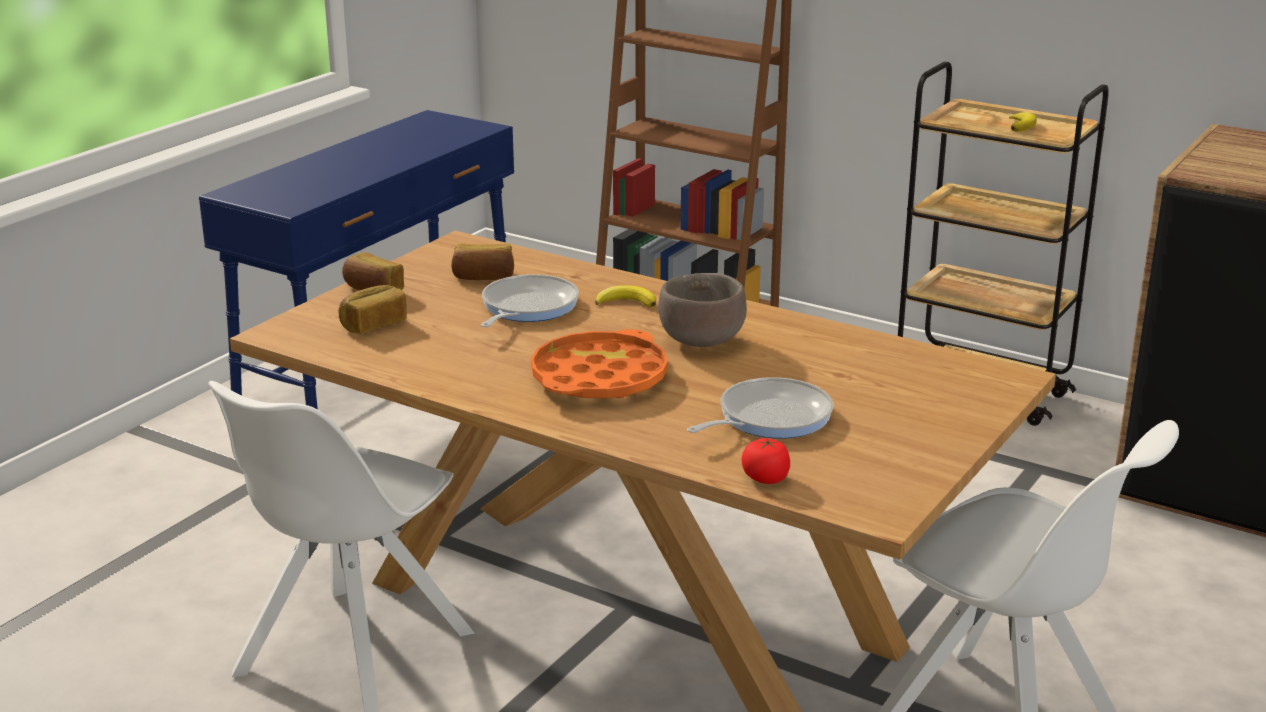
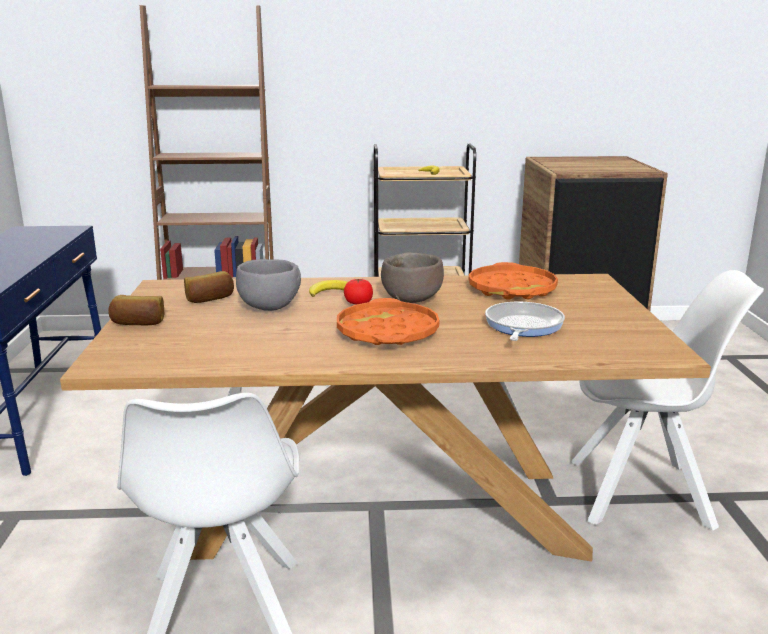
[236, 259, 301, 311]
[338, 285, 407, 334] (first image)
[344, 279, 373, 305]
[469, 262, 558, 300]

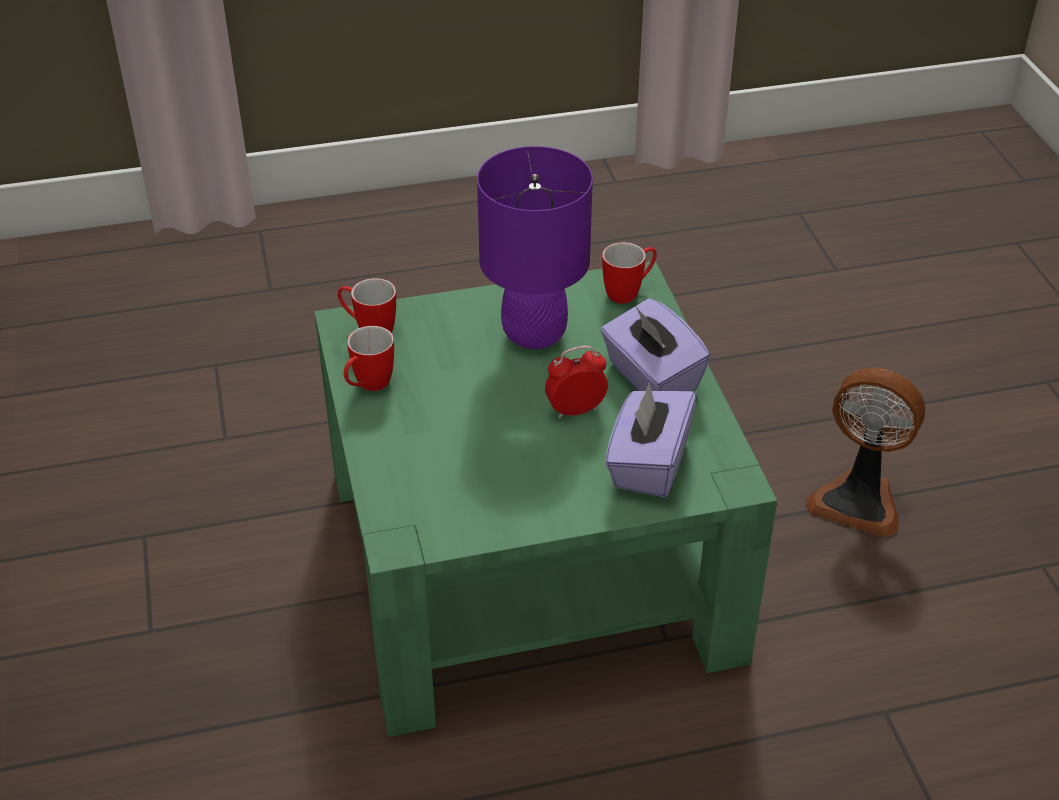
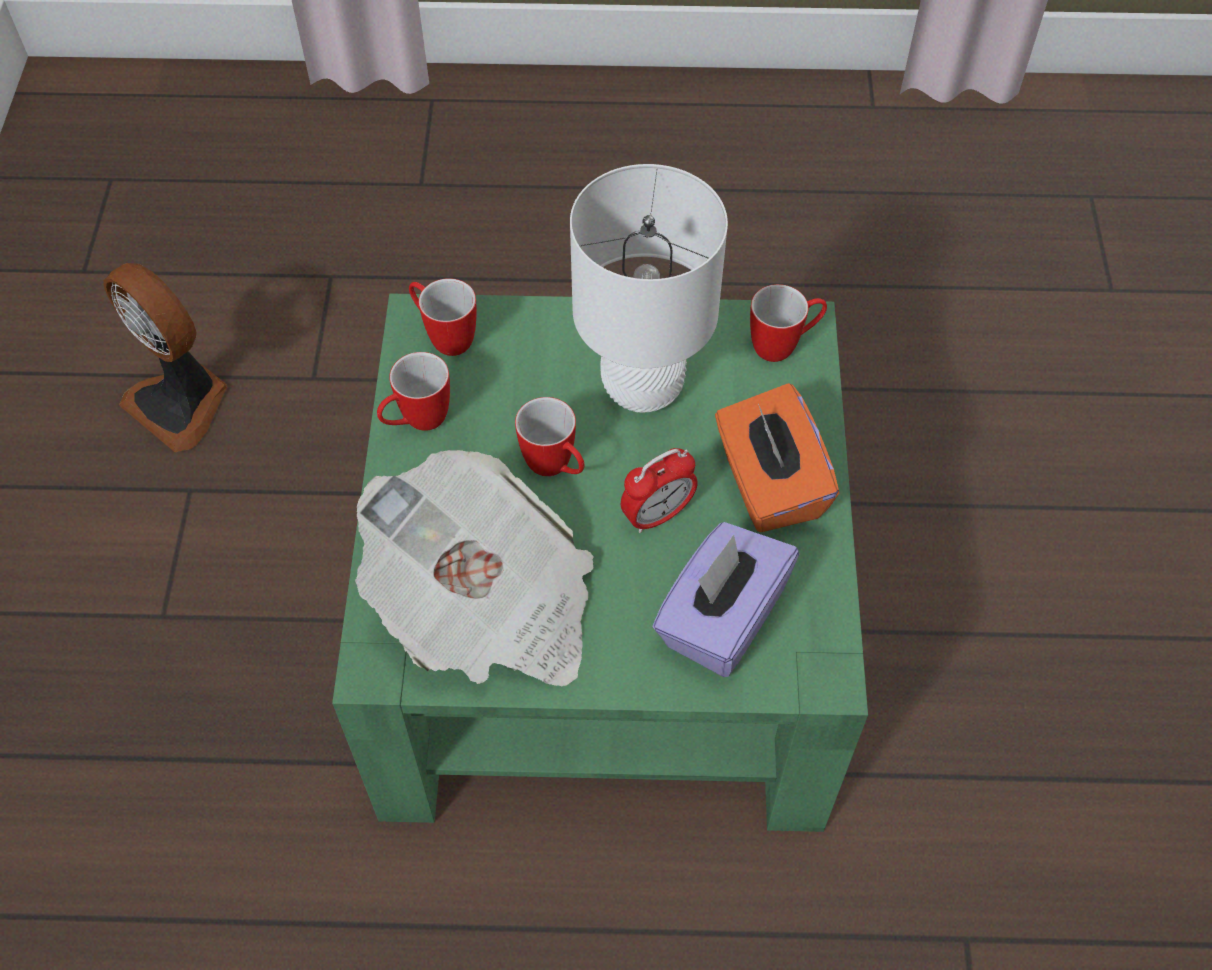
[570, 164, 728, 413]
[715, 383, 839, 532]
[621, 448, 698, 533]
[103, 263, 227, 452]
[515, 397, 585, 476]
[355, 450, 593, 687]

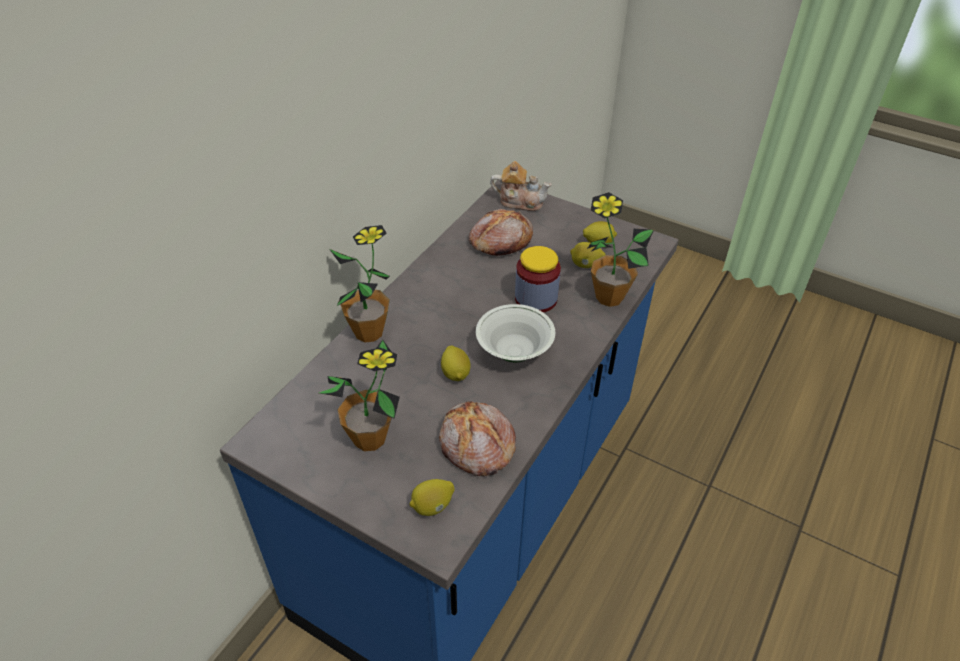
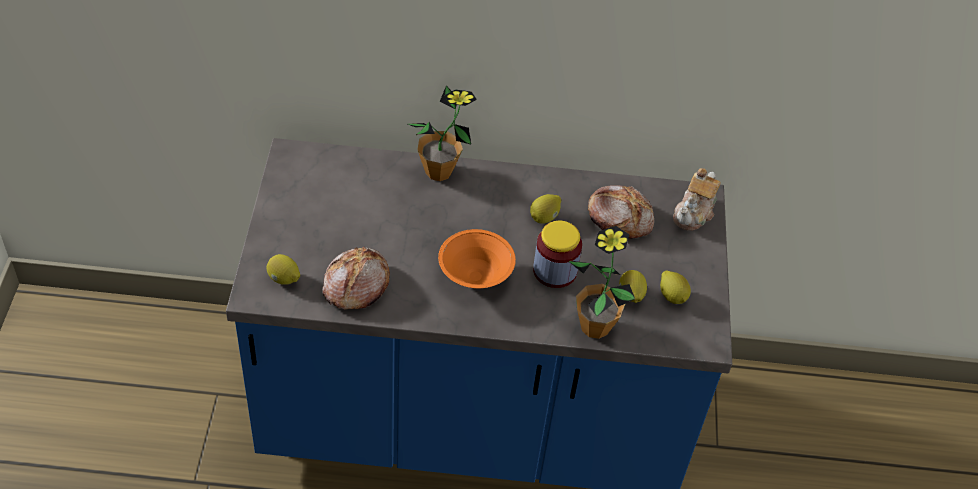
[673, 168, 721, 231]
[438, 229, 516, 288]
[319, 340, 400, 451] (first image)
[530, 194, 561, 224]

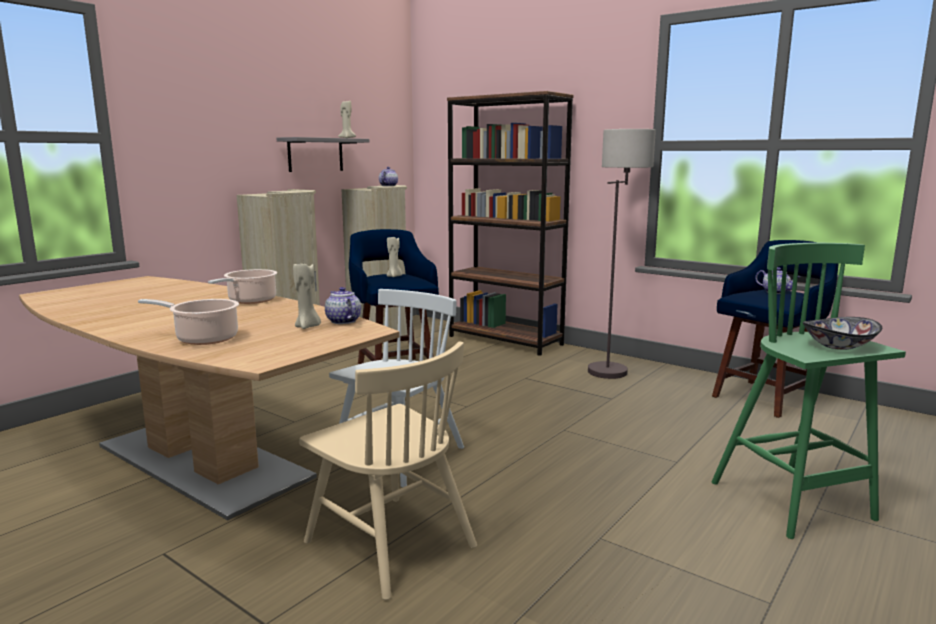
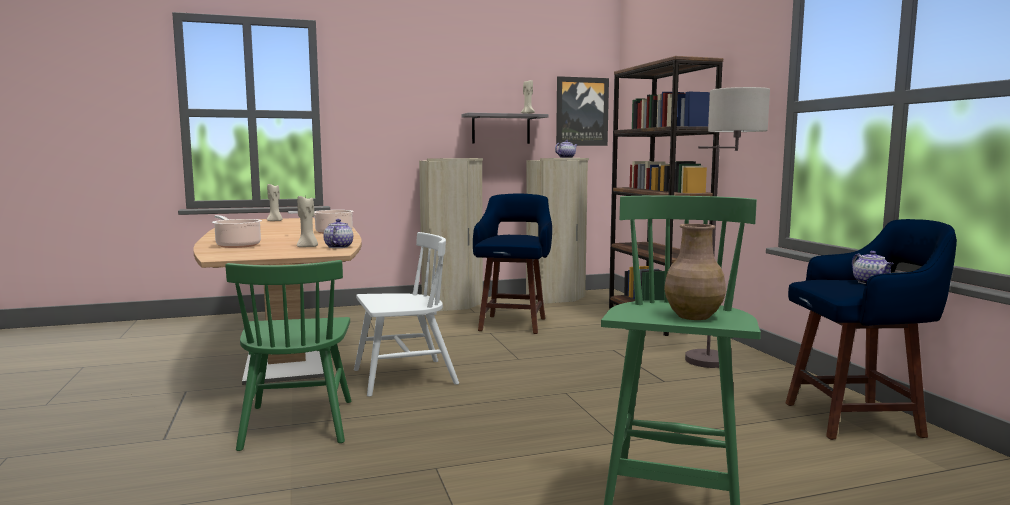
[267, 184, 283, 221]
[664, 224, 726, 320]
[225, 260, 351, 451]
[556, 76, 609, 146]

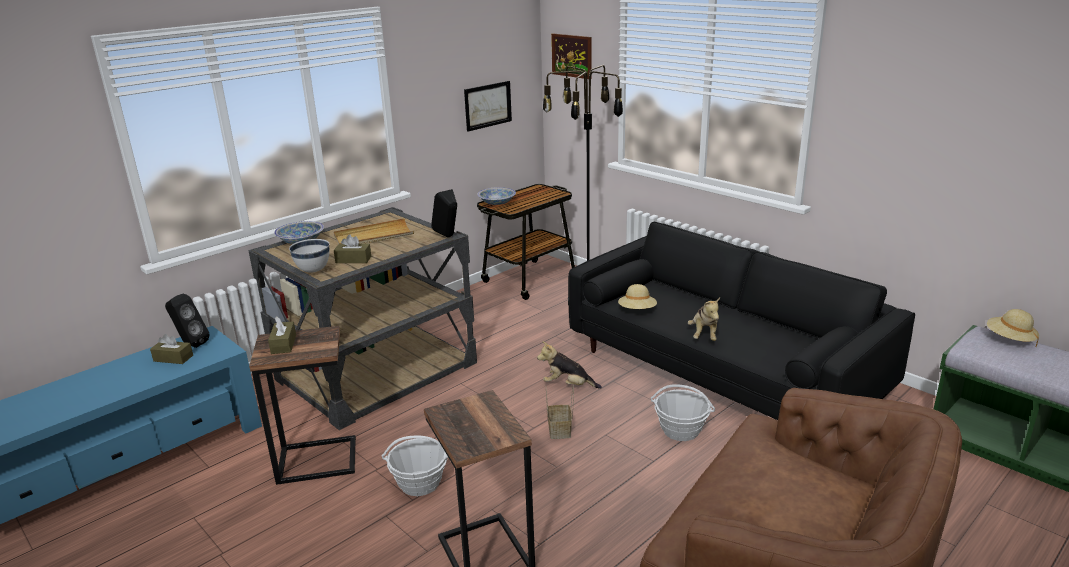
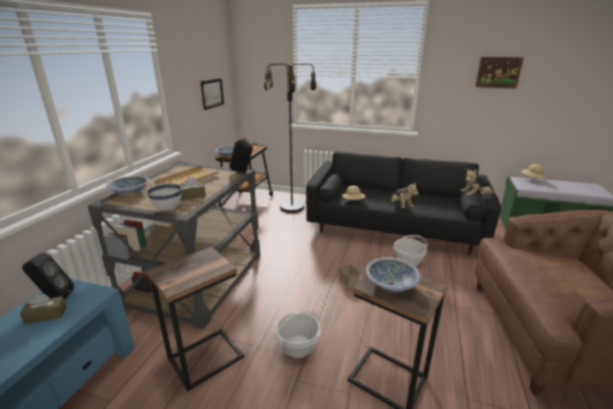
[475, 57, 524, 88]
[268, 317, 296, 354] (first image)
[461, 169, 494, 196]
[366, 257, 421, 292]

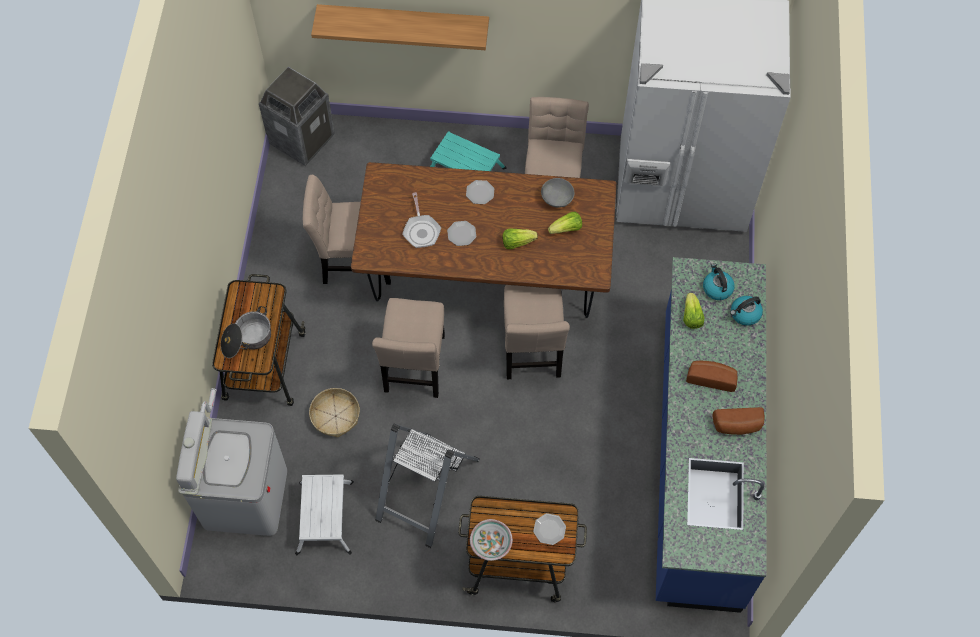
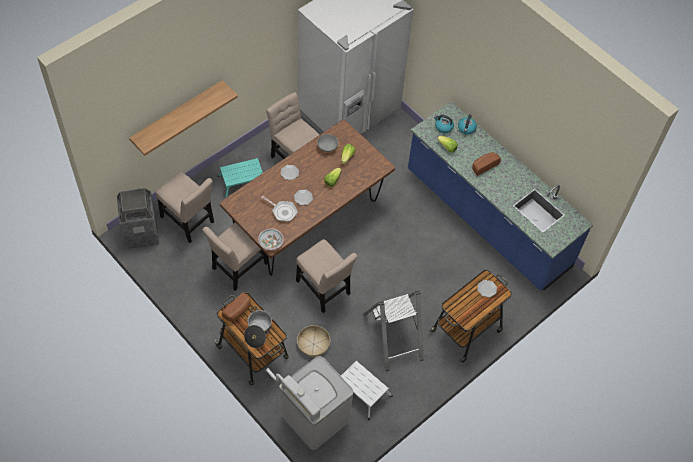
[156, 171, 214, 243]
[222, 292, 251, 322]
[258, 228, 284, 250]

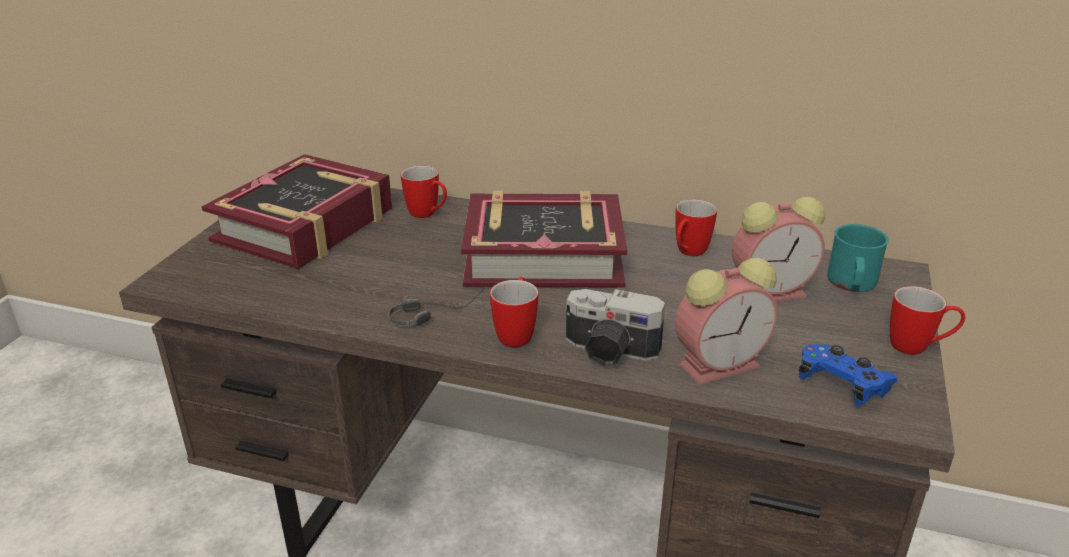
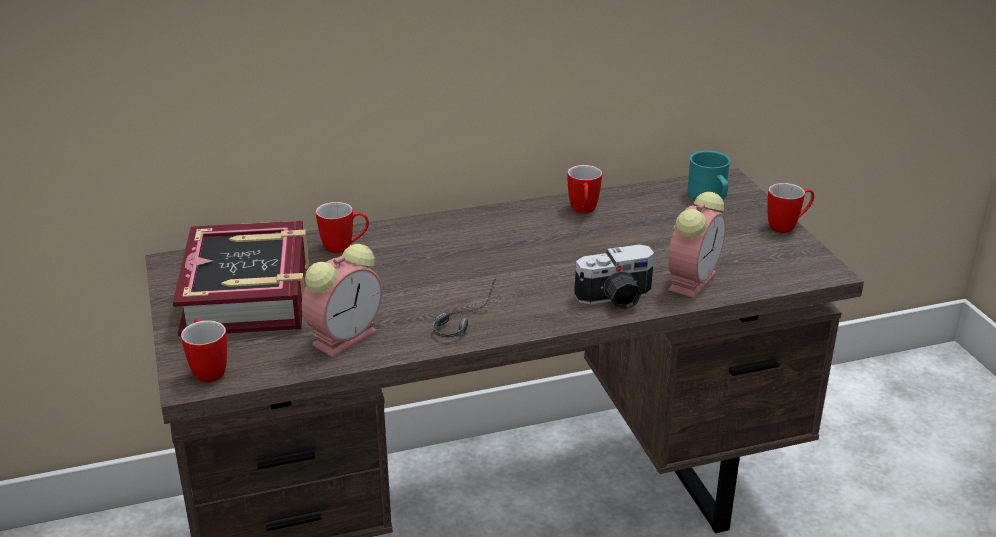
[461, 191, 627, 288] (first image)
[302, 244, 382, 357]
[181, 318, 227, 382]
[799, 344, 898, 407] (first image)

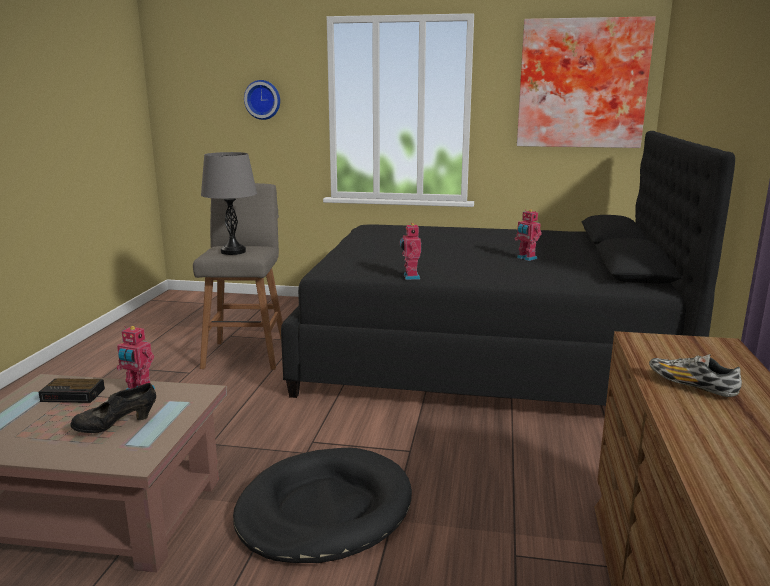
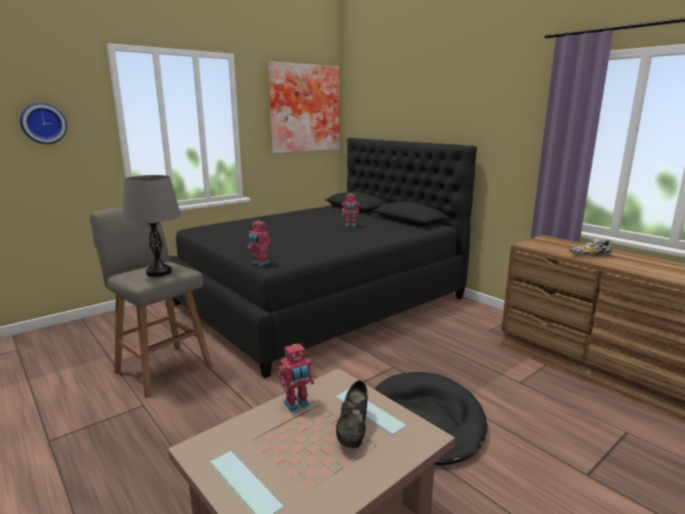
[248, 220, 270, 266]
[39, 378, 105, 403] (first image)

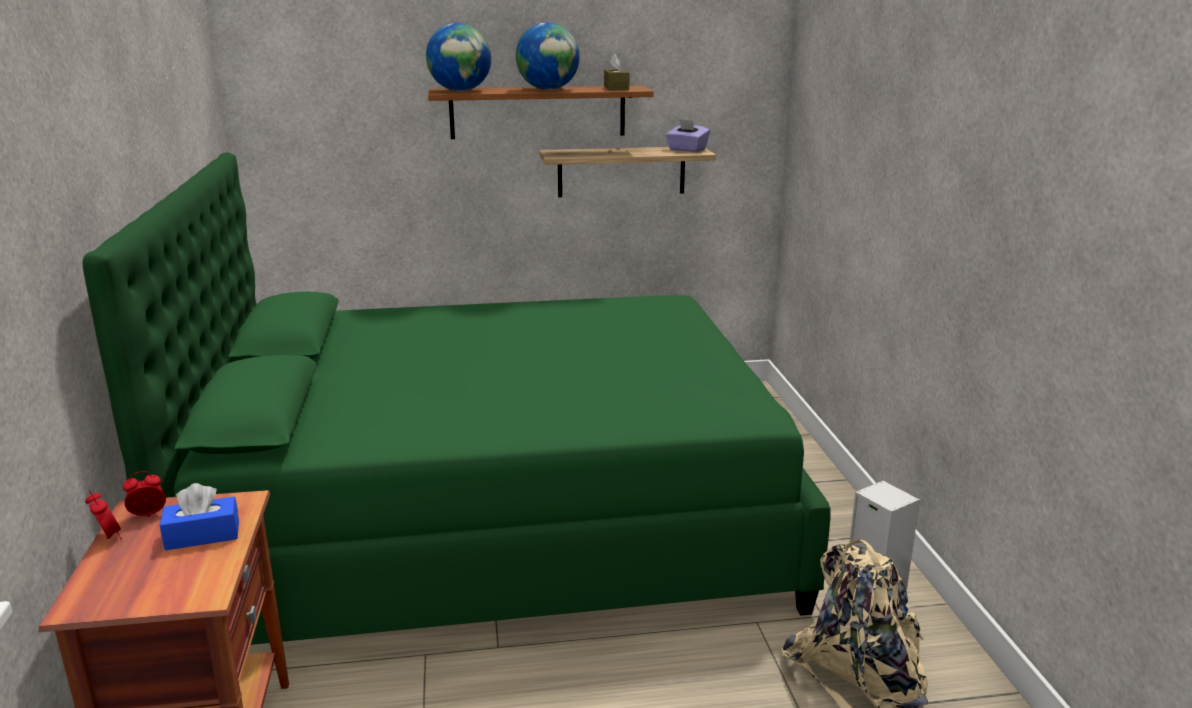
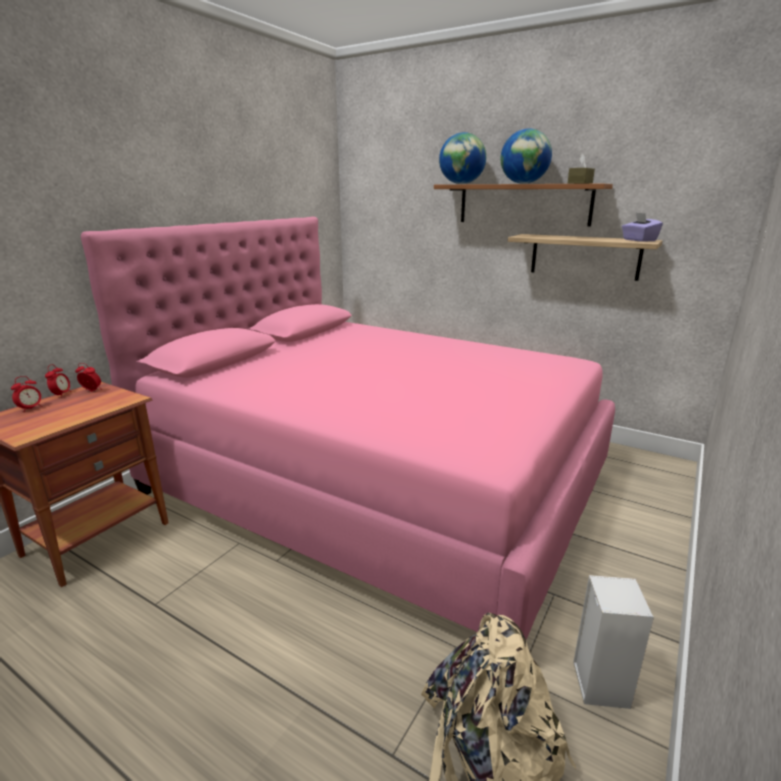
[81, 217, 615, 639]
[160, 483, 239, 550] (first image)
[11, 376, 42, 412]

